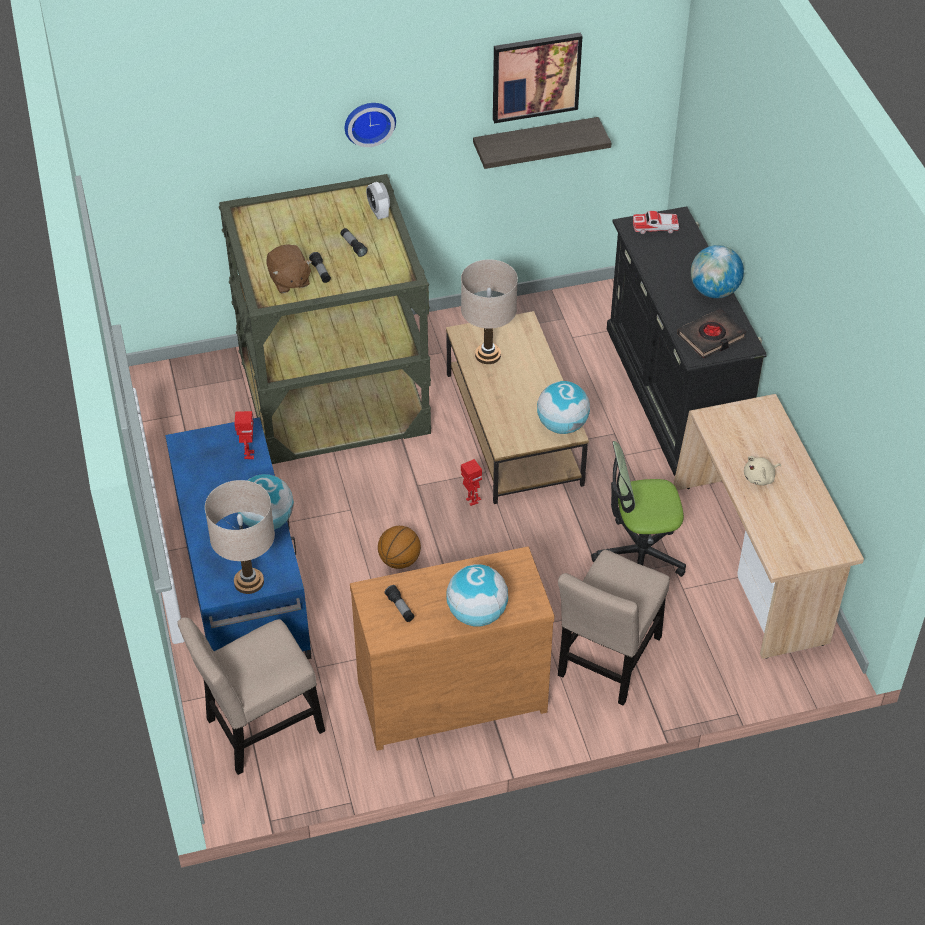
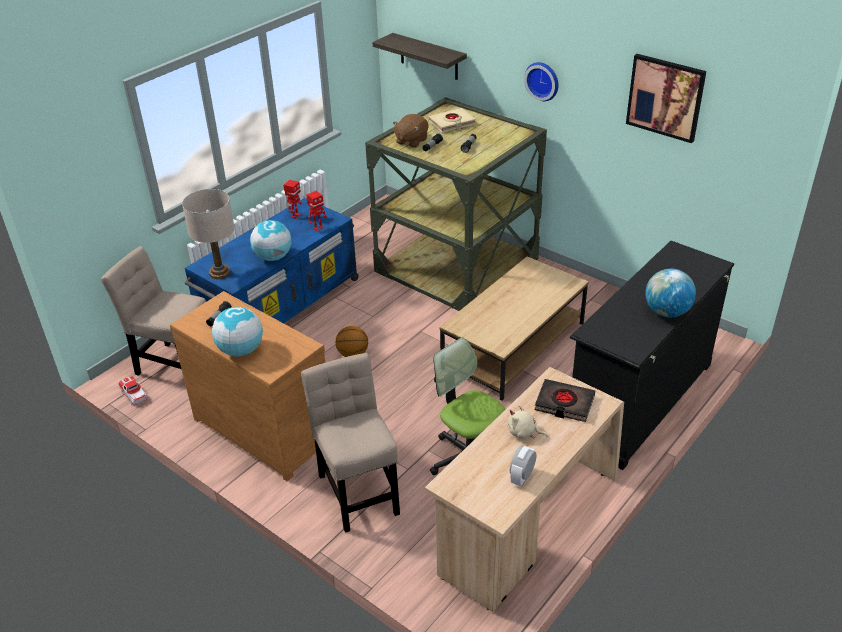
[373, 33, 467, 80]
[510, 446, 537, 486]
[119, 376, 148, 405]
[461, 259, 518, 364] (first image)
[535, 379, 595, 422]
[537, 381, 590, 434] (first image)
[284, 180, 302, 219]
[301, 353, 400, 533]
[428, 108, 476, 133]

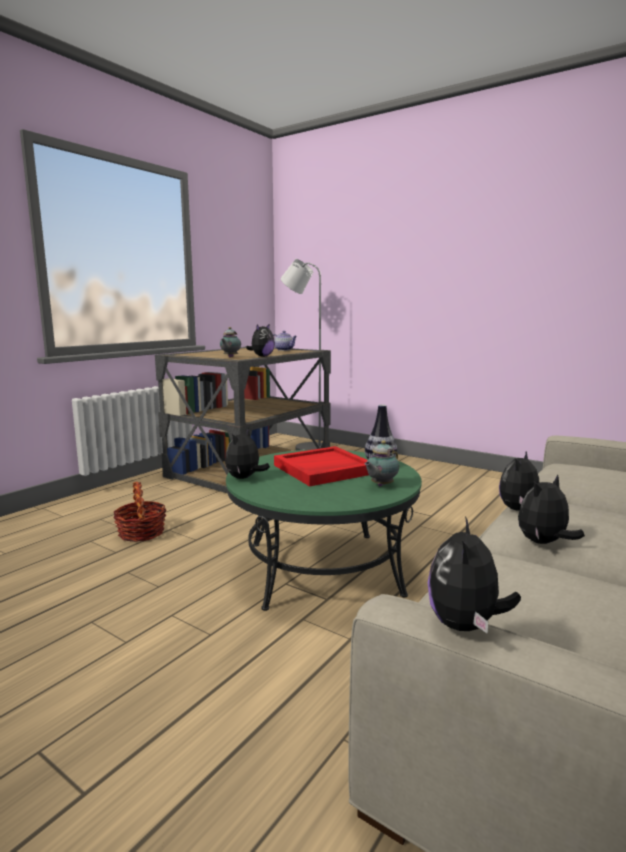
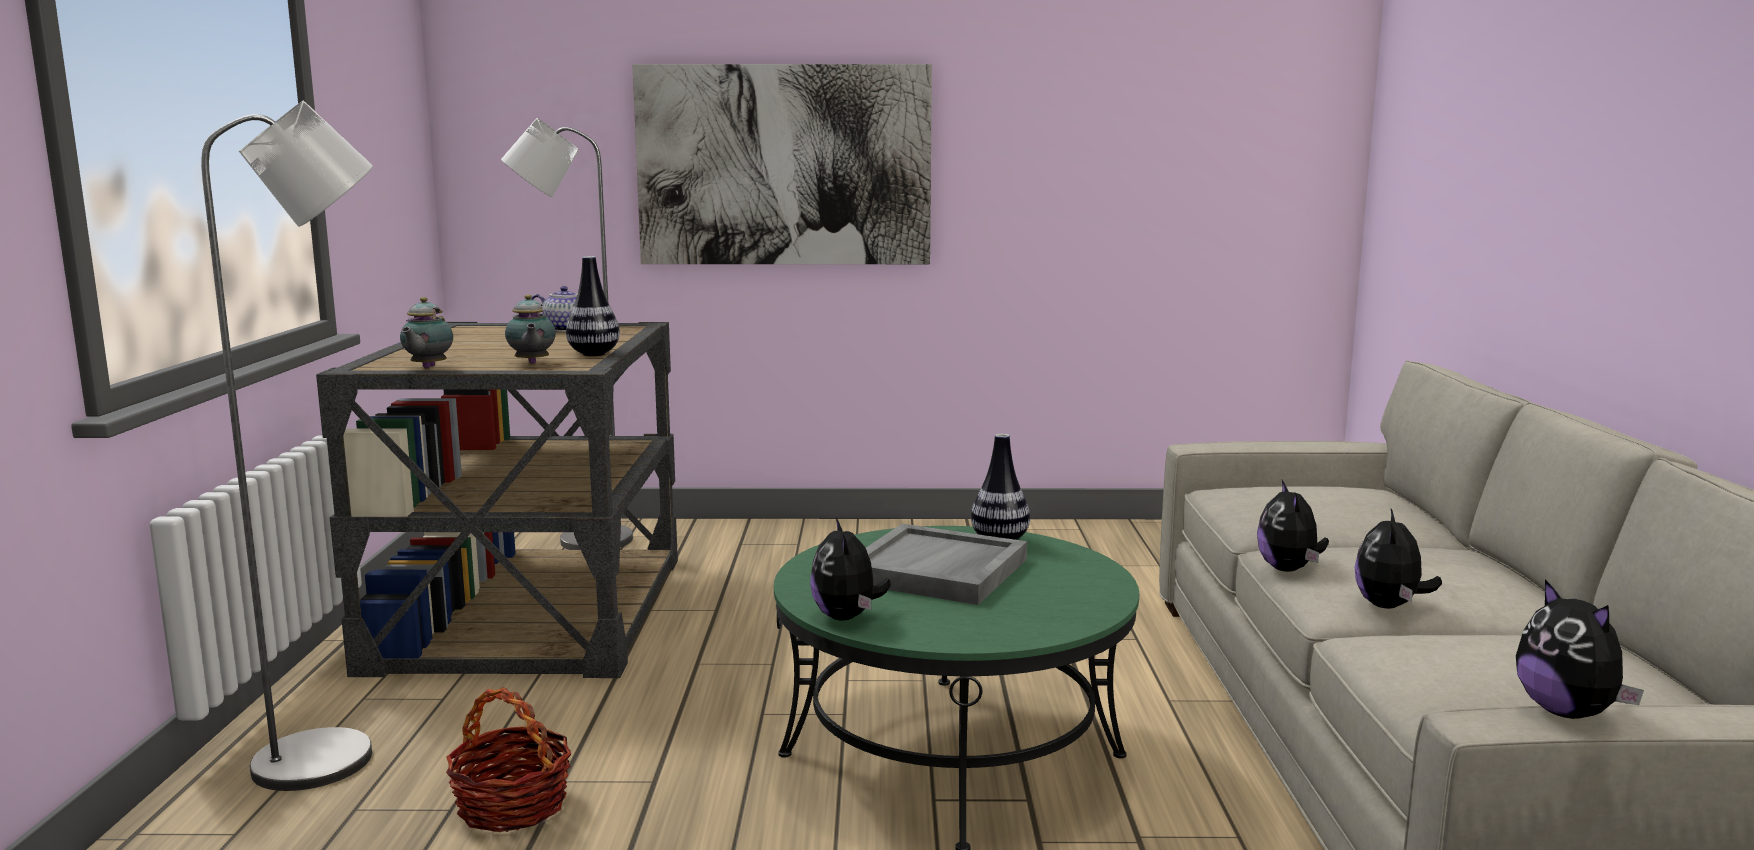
[566, 256, 620, 356]
[400, 297, 453, 368]
[866, 524, 1027, 605]
[632, 64, 932, 264]
[201, 100, 373, 791]

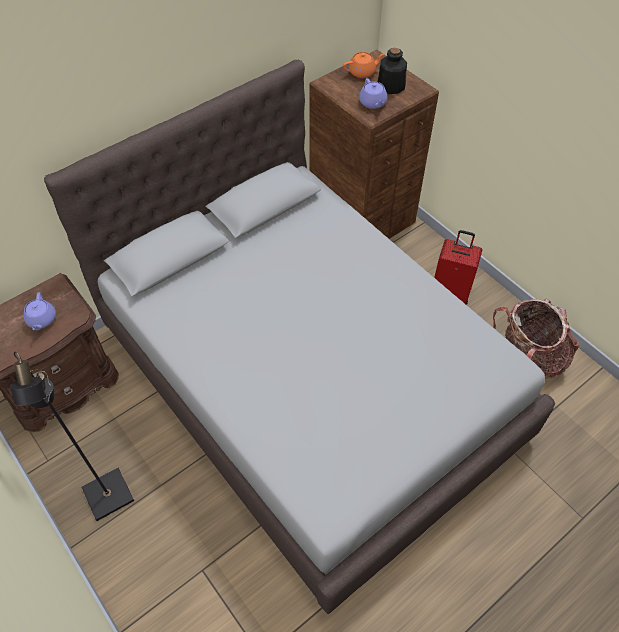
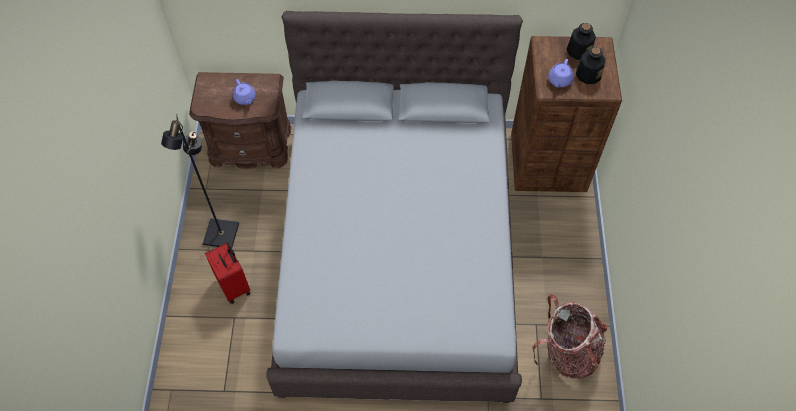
[566, 23, 596, 60]
[205, 242, 251, 304]
[233, 79, 256, 105]

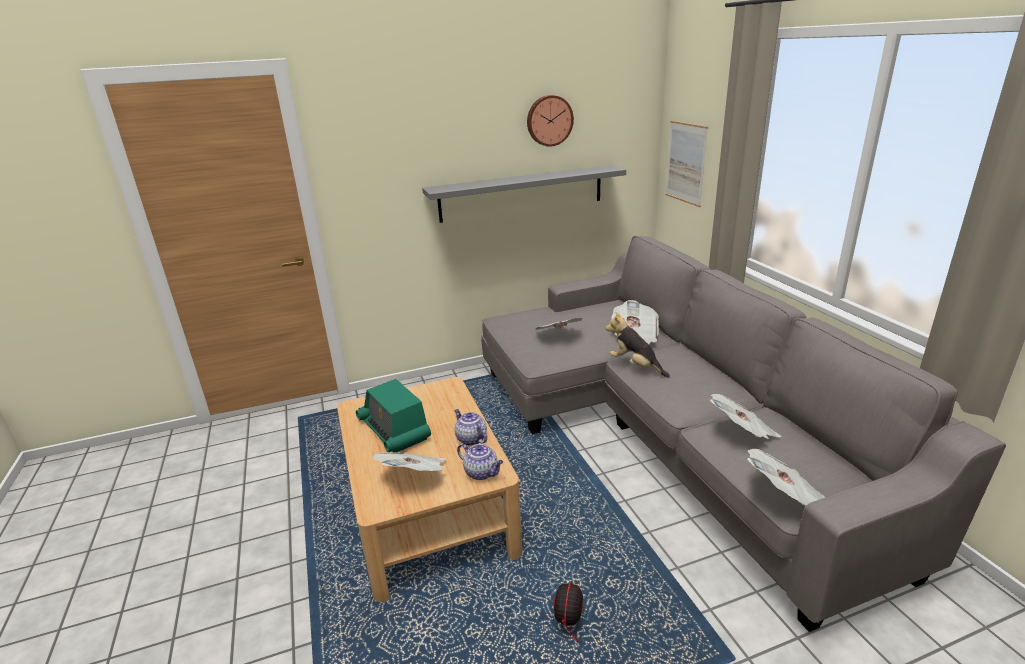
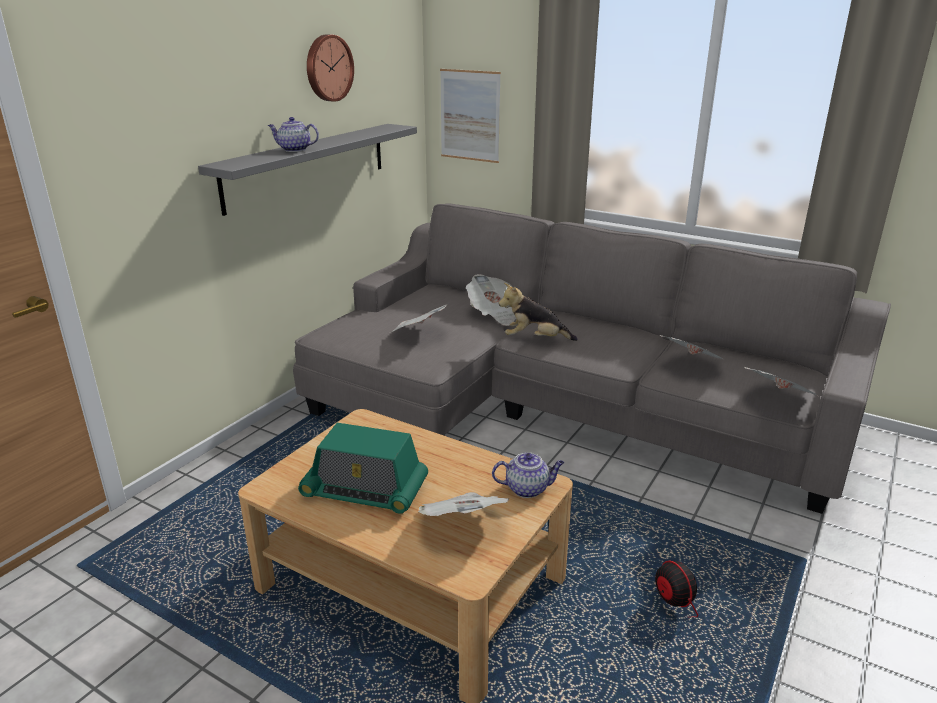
[268, 117, 319, 152]

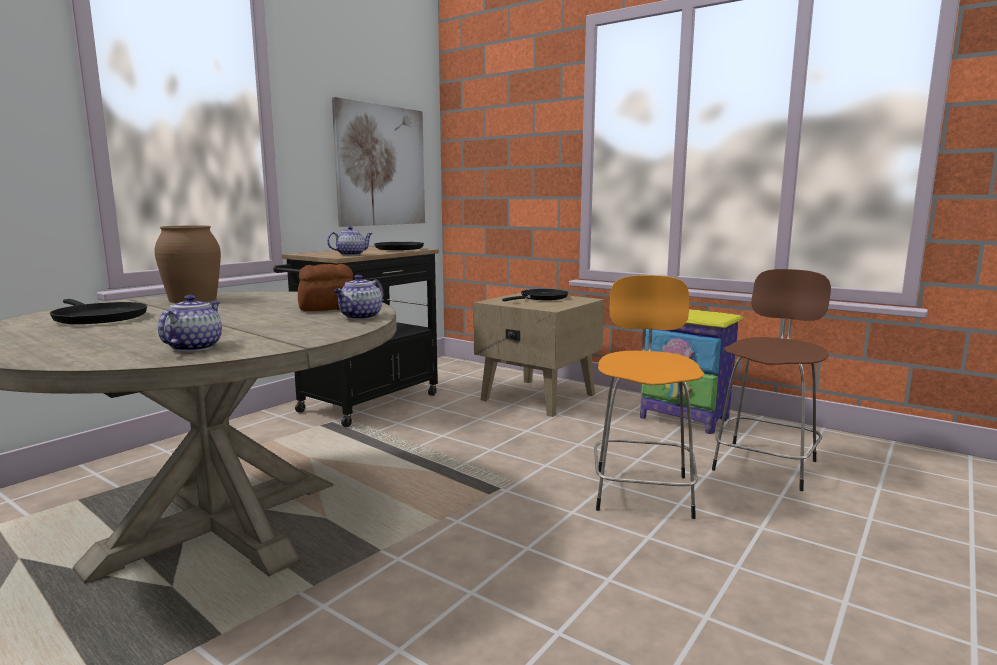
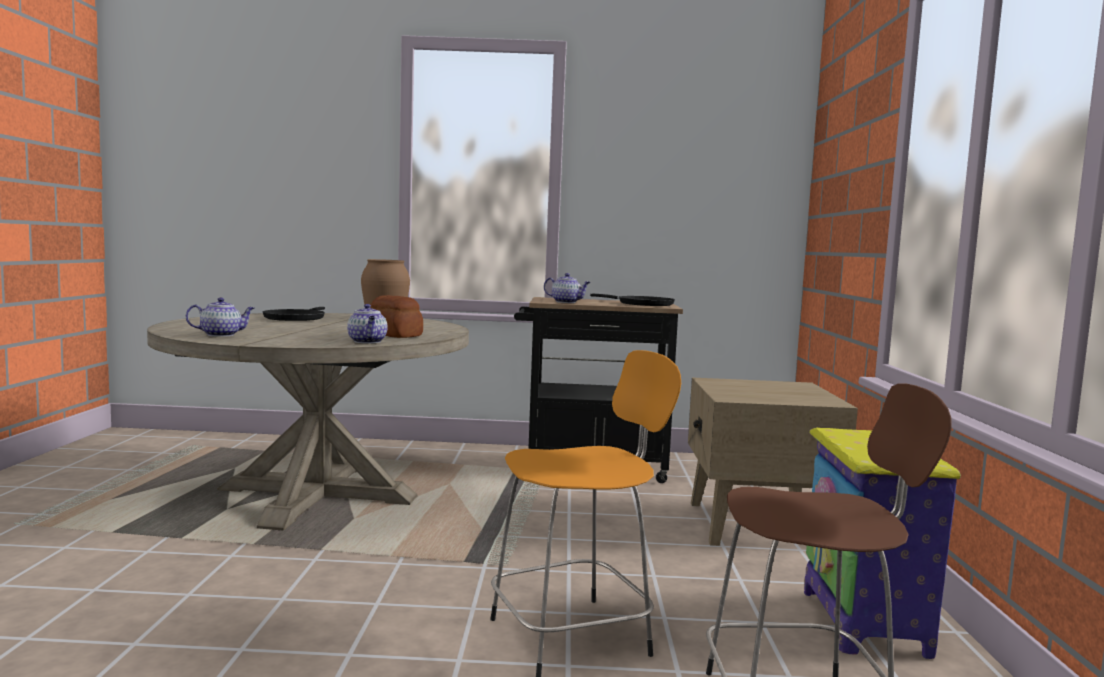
[332, 97, 425, 227] (first image)
[347, 304, 388, 344]
[502, 289, 568, 301] (first image)

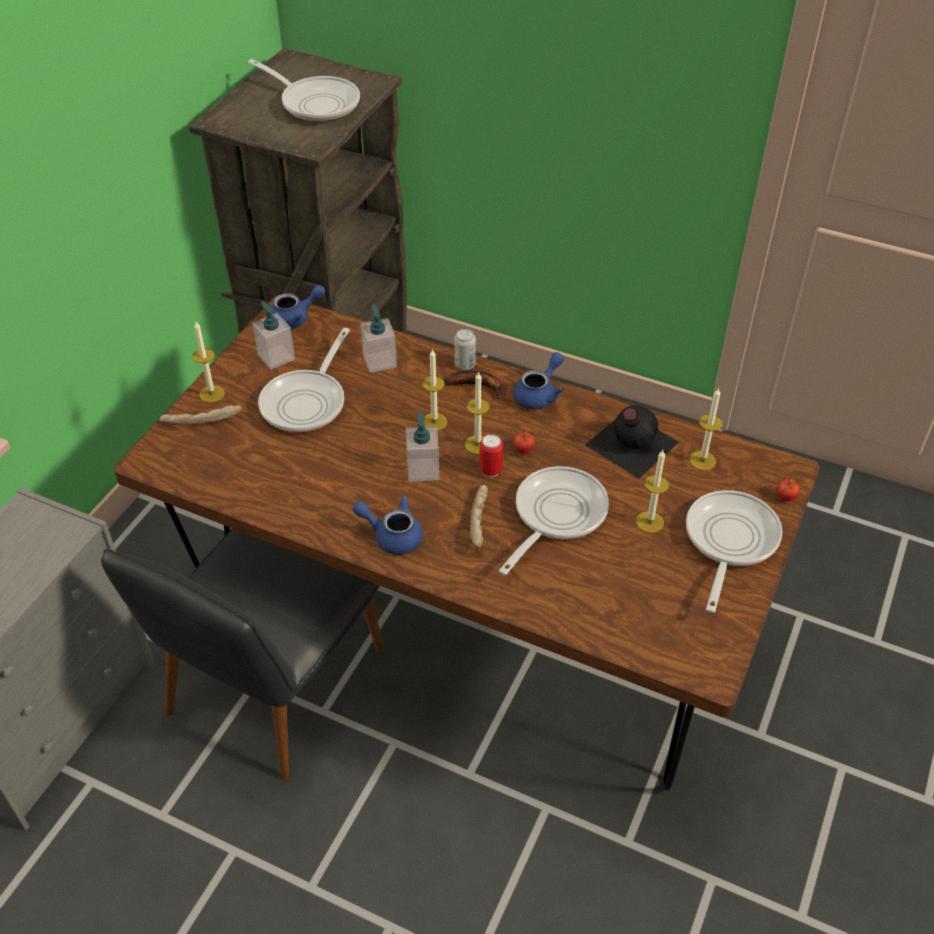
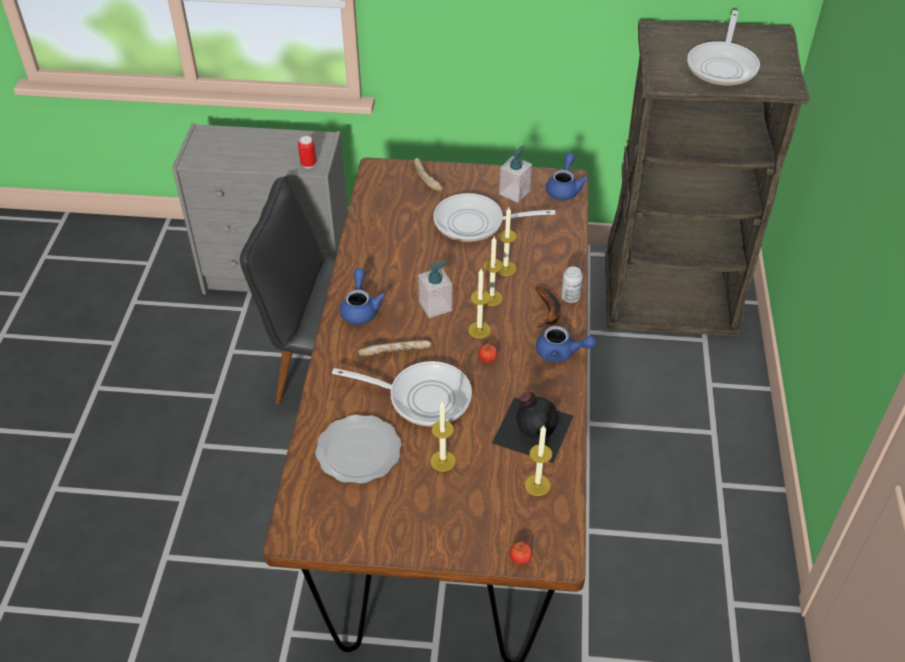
[546, 153, 588, 200]
[361, 304, 397, 373] (first image)
[497, 207, 517, 276]
[298, 136, 316, 169]
[686, 490, 783, 613] (first image)
[315, 415, 402, 484]

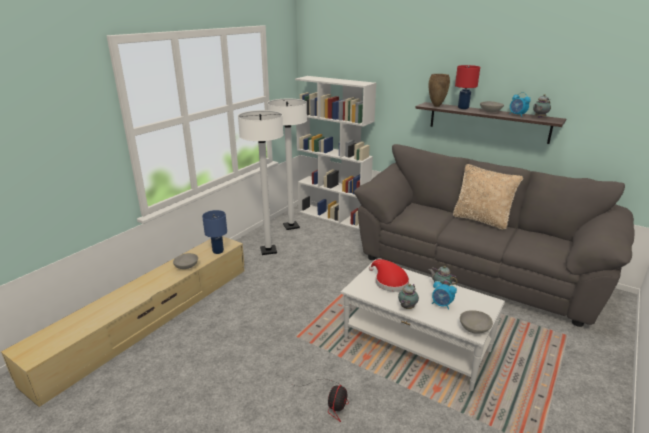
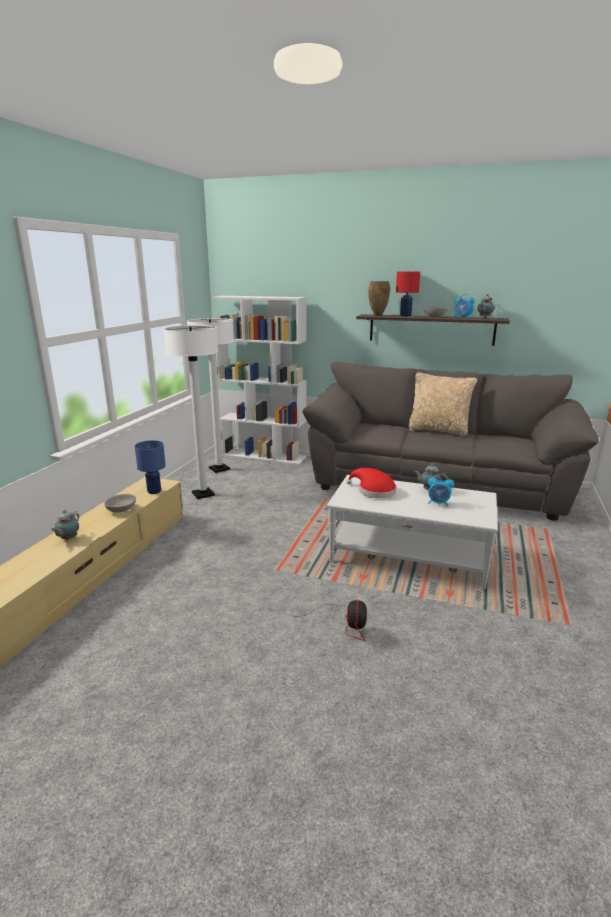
[51, 510, 79, 540]
[460, 310, 493, 334] (first image)

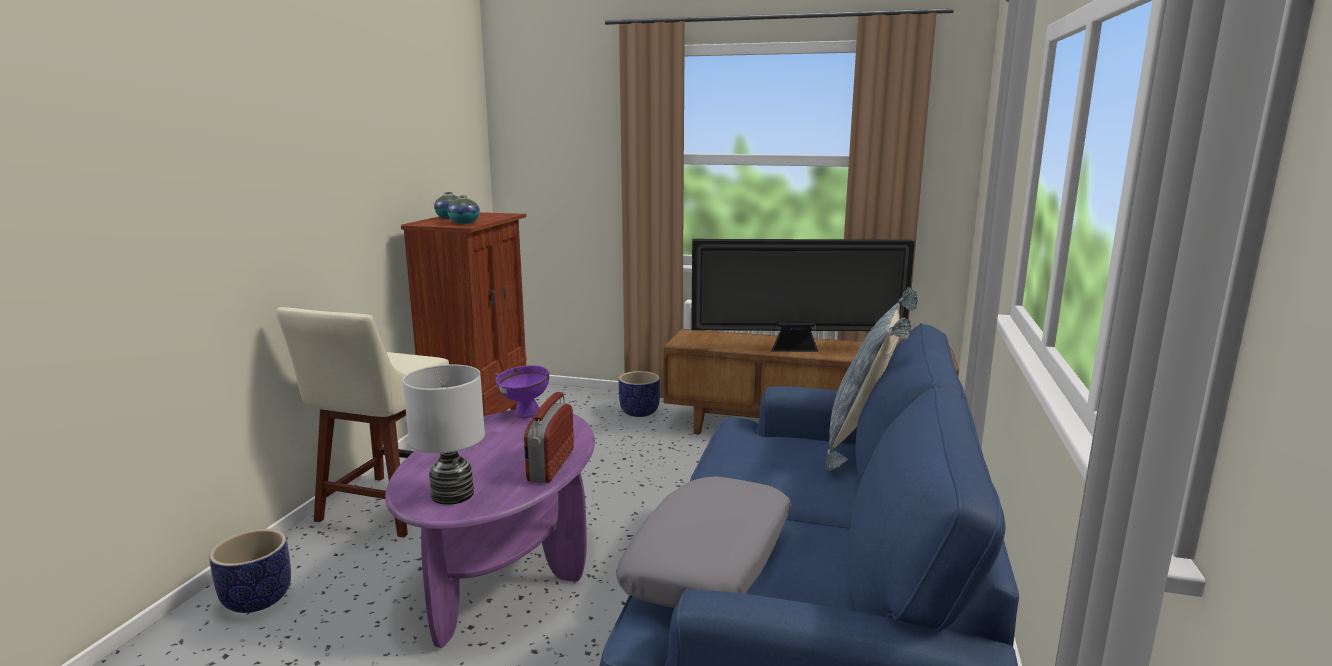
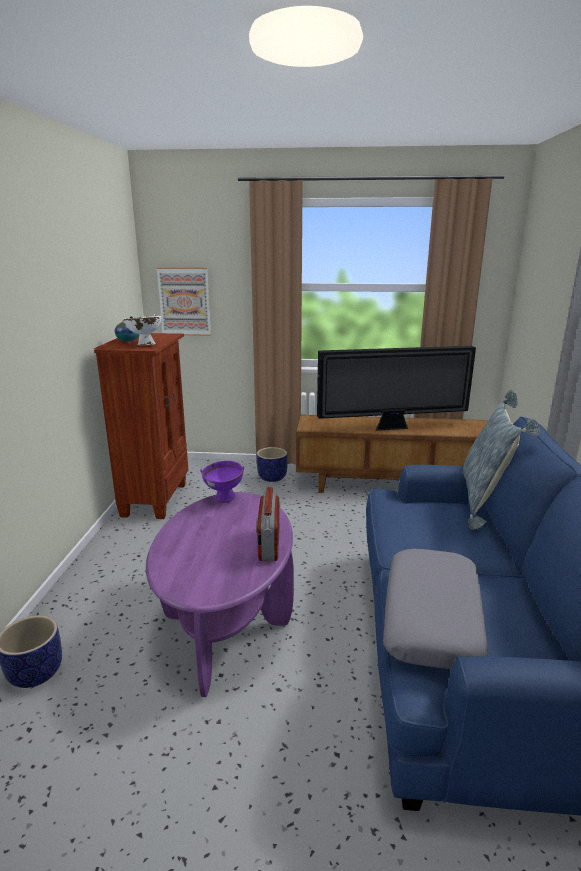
[124, 314, 161, 345]
[276, 307, 449, 538] (first image)
[403, 364, 485, 505] (first image)
[156, 267, 211, 336]

